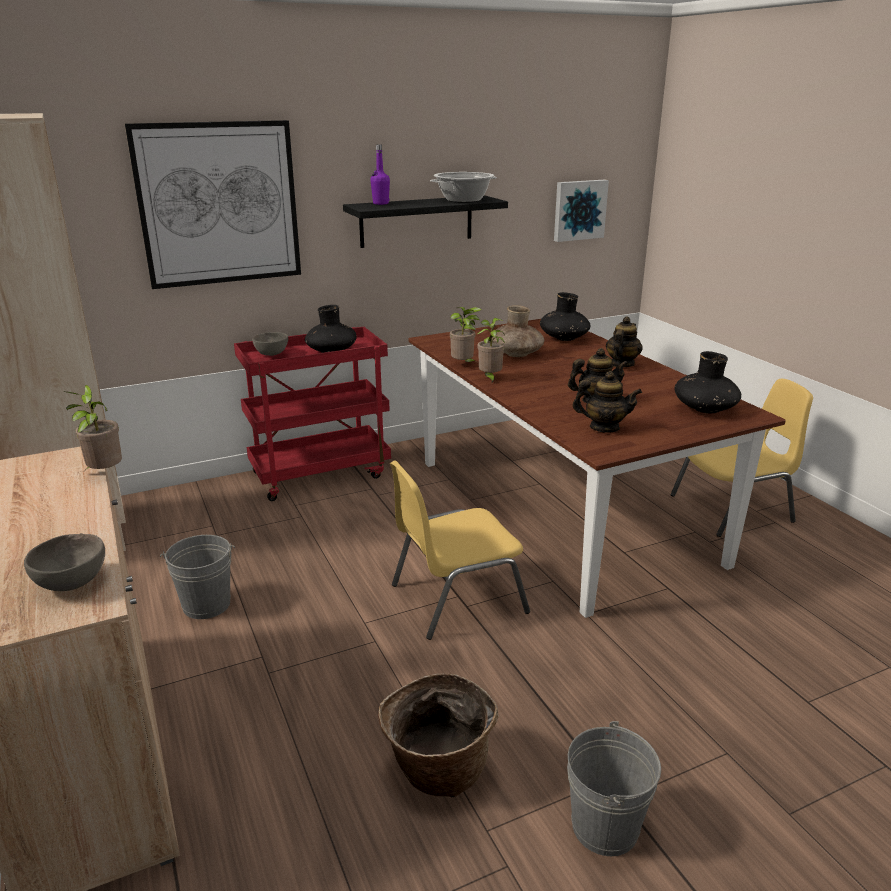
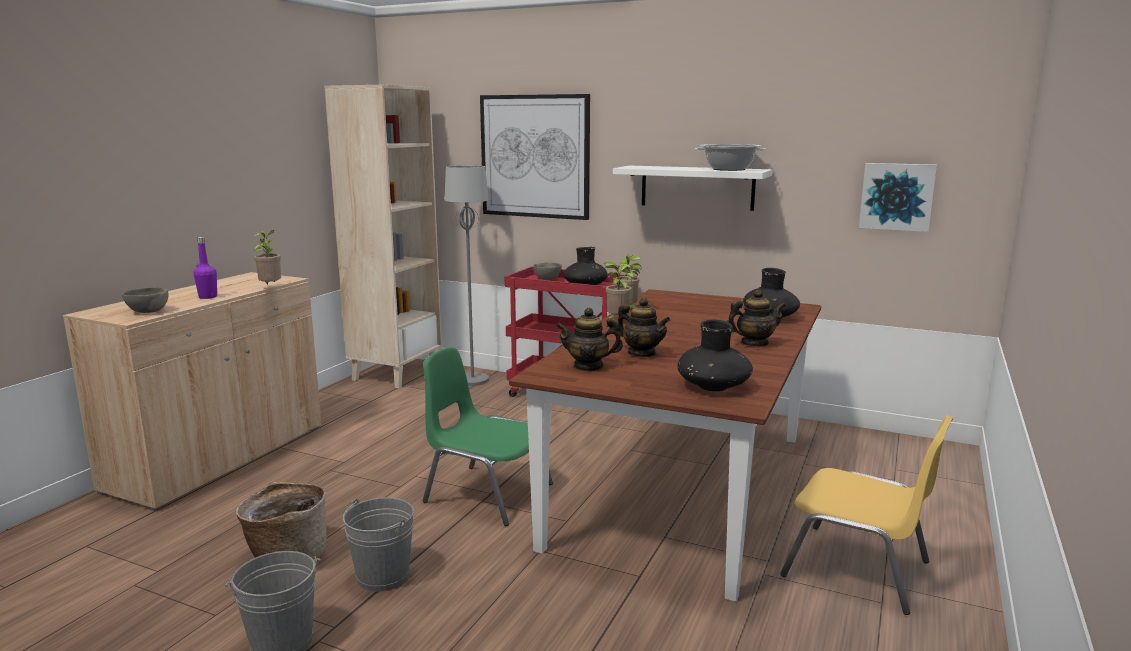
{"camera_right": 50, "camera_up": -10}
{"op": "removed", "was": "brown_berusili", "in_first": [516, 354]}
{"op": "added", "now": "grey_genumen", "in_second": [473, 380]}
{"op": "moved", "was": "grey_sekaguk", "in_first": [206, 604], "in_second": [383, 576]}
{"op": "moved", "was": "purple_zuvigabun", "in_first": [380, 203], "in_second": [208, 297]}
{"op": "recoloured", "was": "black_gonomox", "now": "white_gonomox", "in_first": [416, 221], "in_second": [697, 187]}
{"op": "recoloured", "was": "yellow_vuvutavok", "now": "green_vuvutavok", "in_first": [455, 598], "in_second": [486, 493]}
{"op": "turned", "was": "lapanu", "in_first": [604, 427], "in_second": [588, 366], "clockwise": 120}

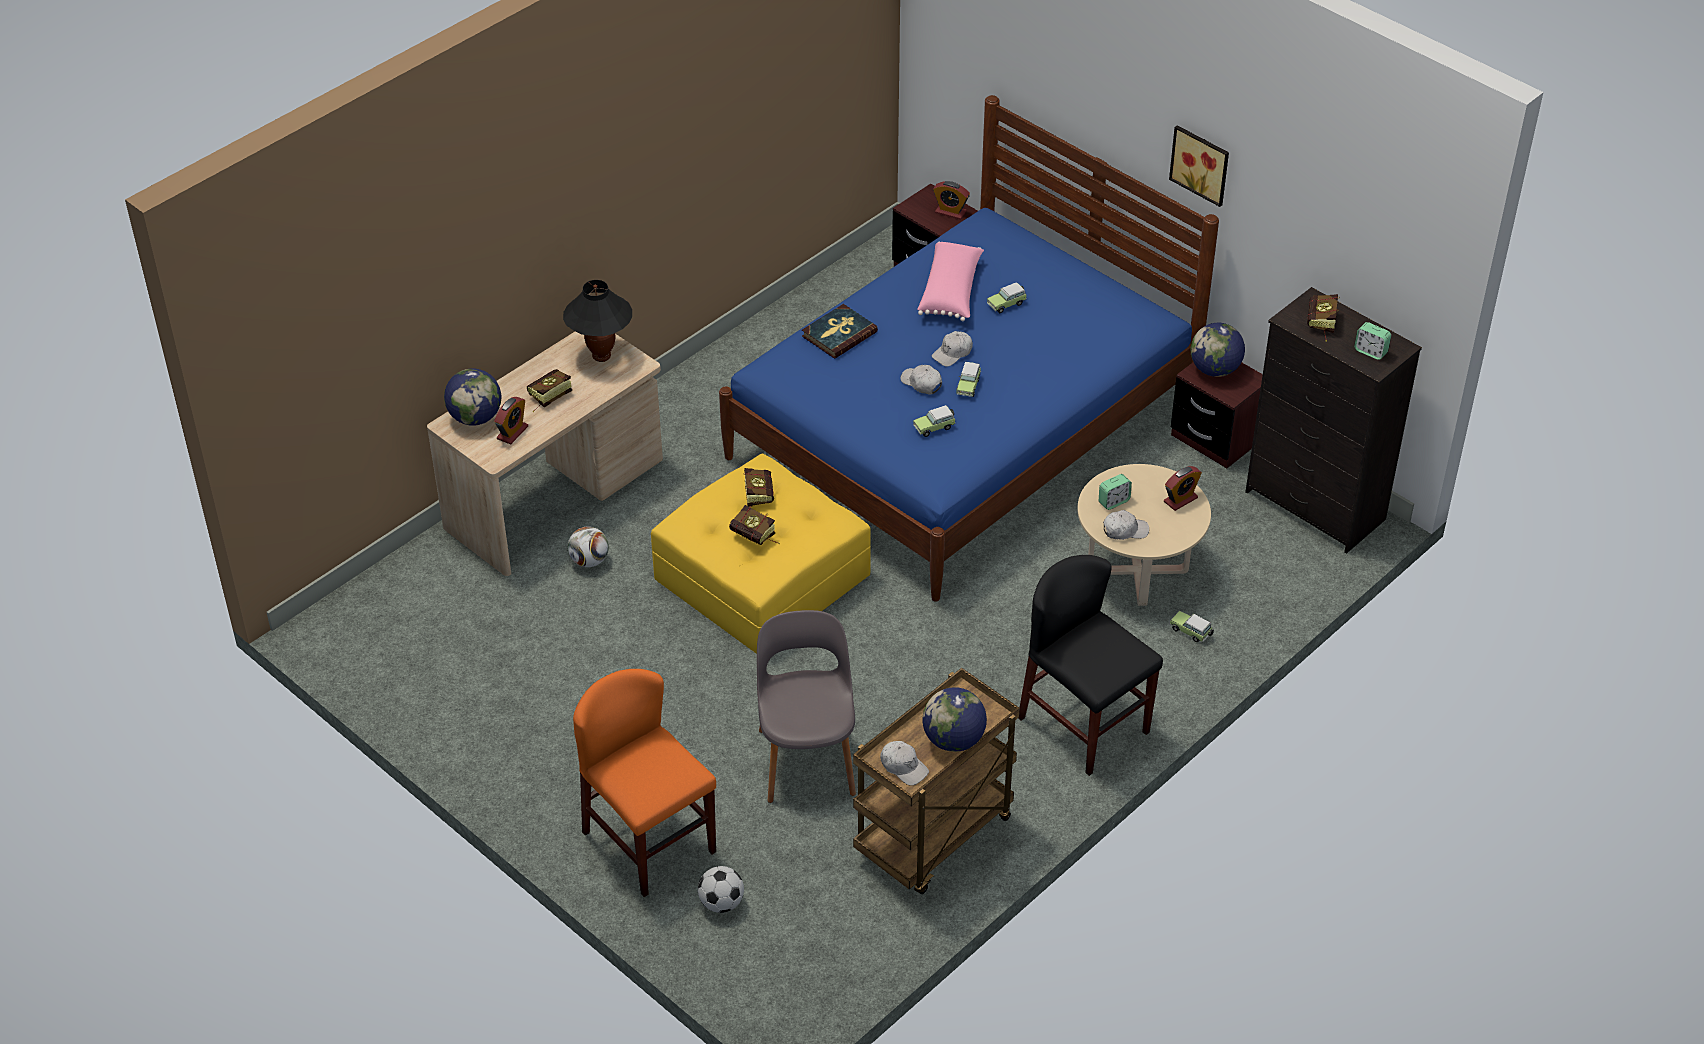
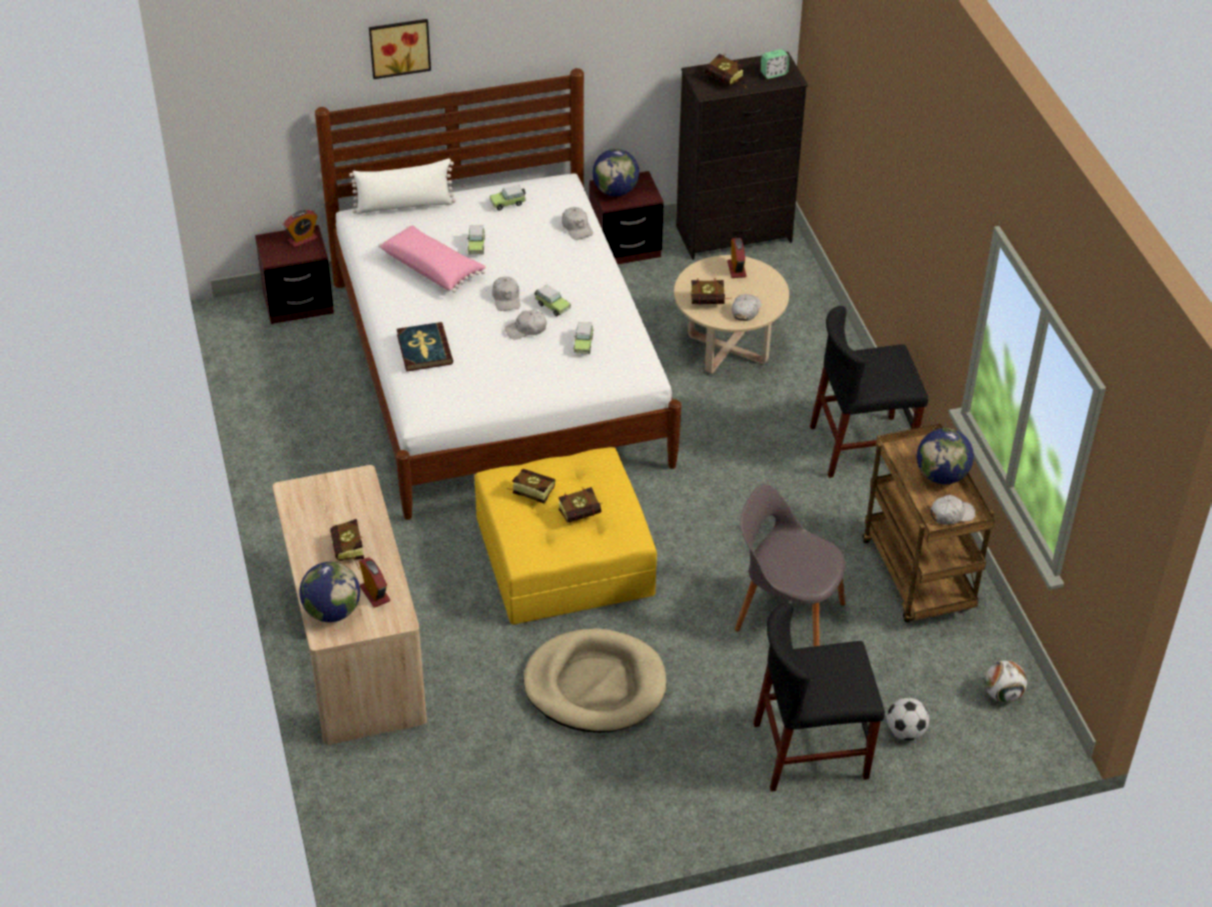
{"camera_right": -60, "camera_up": 0}
{"op": "removed", "was": "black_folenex", "in_first": [601, 356]}
{"op": "added", "now": "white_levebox", "in_second": [404, 205]}
{"op": "added", "now": "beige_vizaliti", "in_second": [595, 685]}
{"op": "added", "now": "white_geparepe", "in_second": [577, 227]}
{"op": "moved", "was": "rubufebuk", "in_first": [589, 561], "in_second": [1002, 694]}
{"op": "moved", "was": "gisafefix", "in_first": [1201, 164], "in_second": [399, 46]}
{"op": "moved", "was": "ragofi", "in_first": [1191, 632], "in_second": [509, 203]}
{"op": "replaced", "was": "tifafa", "now": "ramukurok", "in_first": [1113, 501], "in_second": [711, 302]}
{"op": "recoloured", "was": "orange_vuvutavok", "now": "black_vuvutavok", "in_first": [649, 842], "in_second": [811, 751]}
{"op": "recoloured", "was": "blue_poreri", "now": "white_poreri", "in_first": [961, 431], "in_second": [498, 371]}

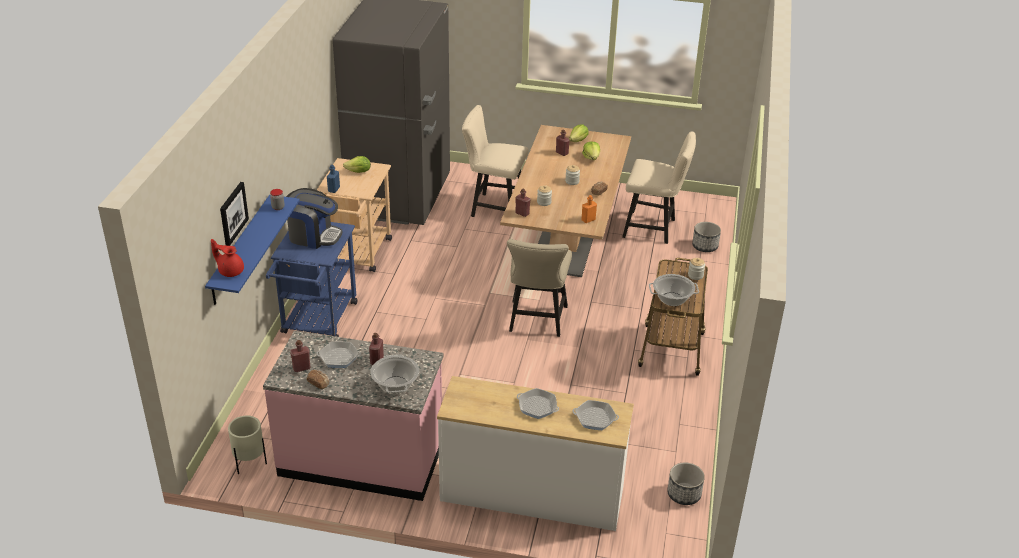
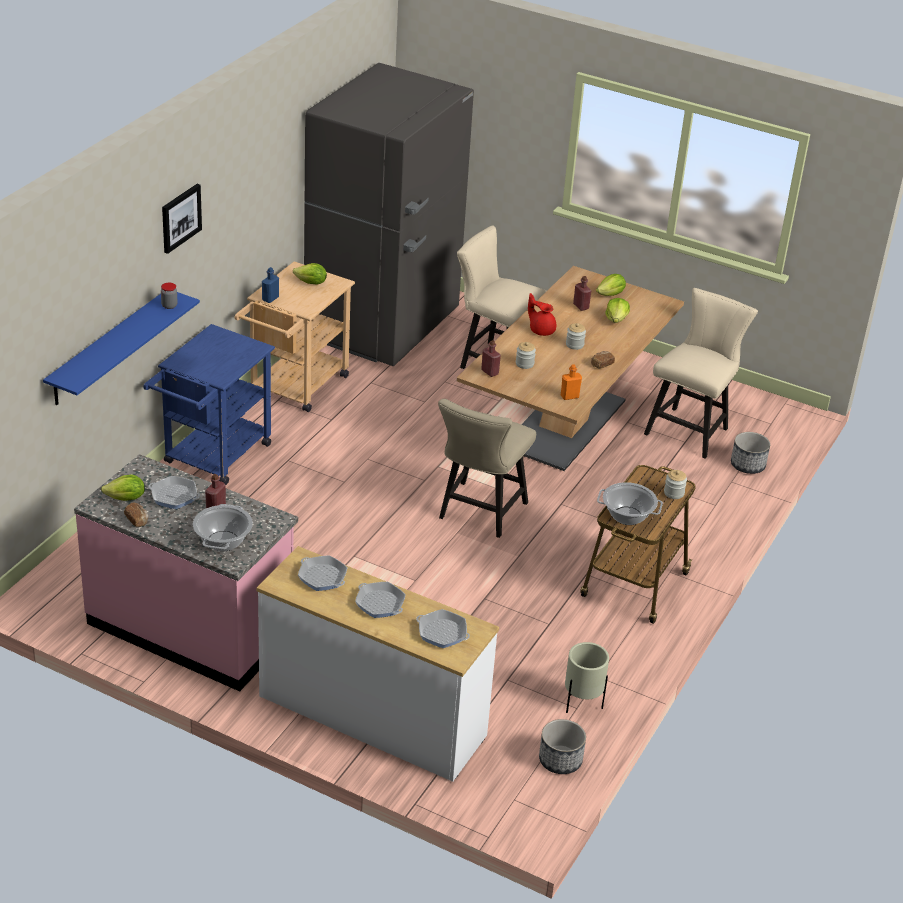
{"camera_right": 15, "camera_up": 0}
{"op": "removed", "was": "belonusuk", "in_first": [313, 236]}
{"op": "added", "now": "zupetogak", "in_second": [322, 577]}
{"op": "moved", "was": "red_lapanu", "in_first": [230, 271], "in_second": [541, 330]}
{"op": "moved", "was": "gisafefix", "in_first": [233, 213], "in_second": [180, 217]}
{"op": "moved", "was": "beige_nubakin", "in_first": [250, 464], "in_second": [582, 703]}
{"op": "replaced", "was": "red_zuvigabun", "now": "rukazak", "in_first": [301, 368], "in_second": [126, 498]}
{"op": "turned", "was": "beige_vuvutavok", "in_first": [653, 228], "in_second": [690, 429], "clockwise": -90}

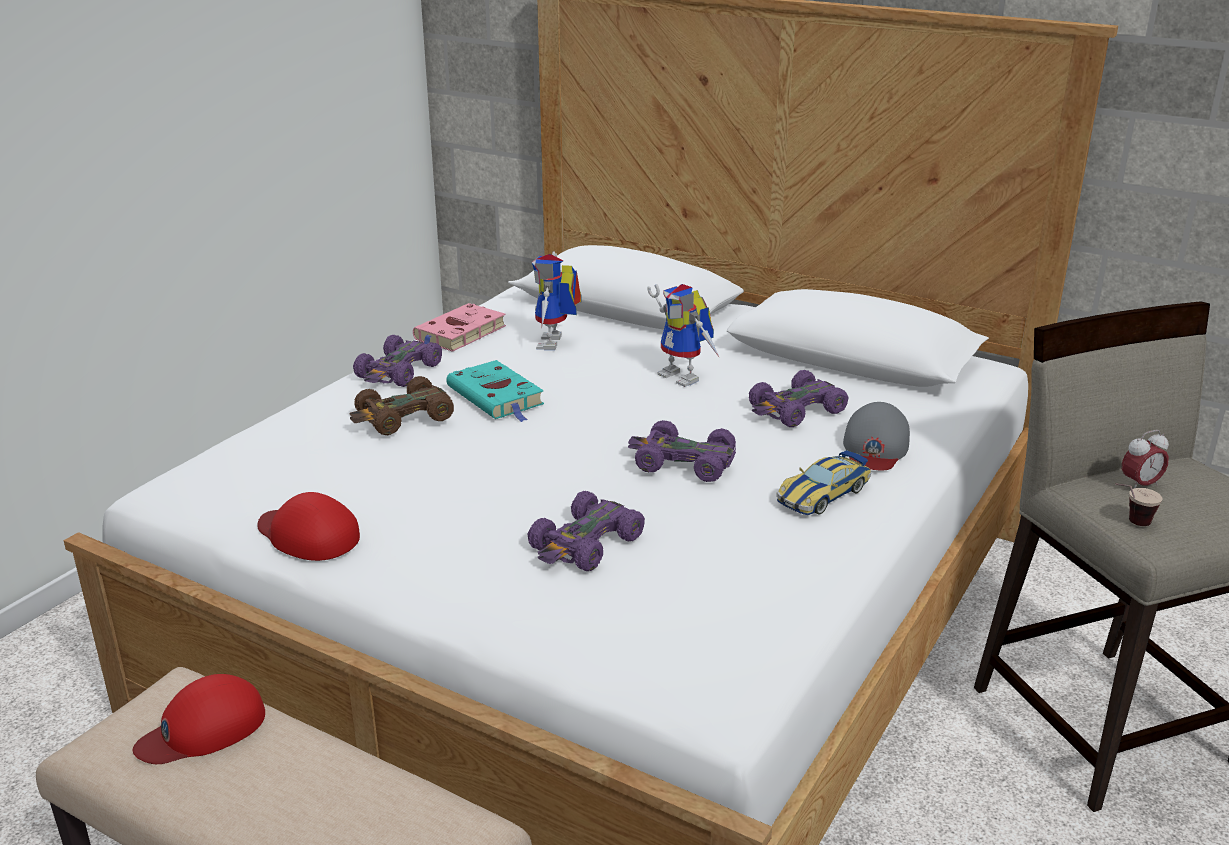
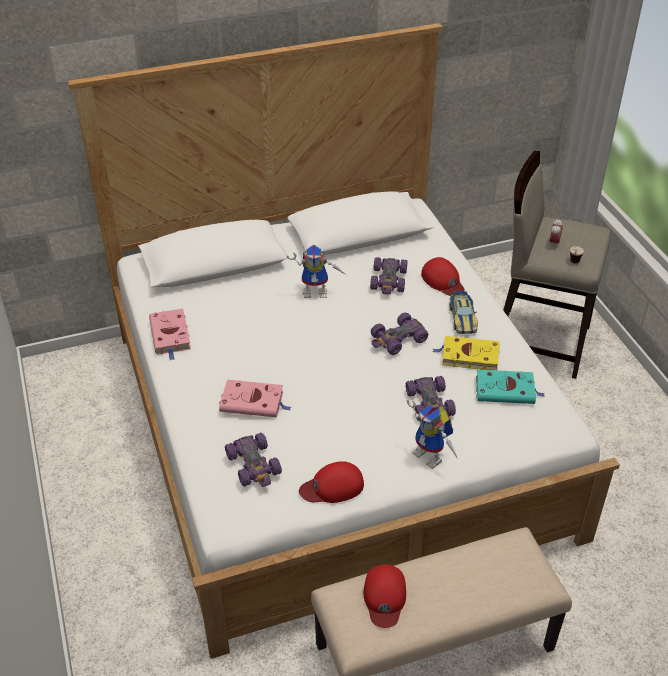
{"camera_right": -50, "camera_up": 15}
{"op": "added", "now": "yellow_ramukurok", "in_second": [468, 356]}
{"op": "moved", "was": "purple_ragofi", "in_first": [398, 372], "in_second": [254, 465]}
{"op": "moved", "was": "turquoise_ramukurok", "in_first": [497, 397], "in_second": [506, 390]}
{"op": "moved", "was": "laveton", "in_first": [555, 344], "in_second": [432, 456]}
{"op": "replaced", "was": "brown_ragofi", "now": "pink_ramukurok", "in_first": [403, 417], "in_second": [254, 402]}
{"op": "recoloured", "was": "grey_geparepe", "now": "red_geparepe", "in_first": [875, 447], "in_second": [443, 281]}

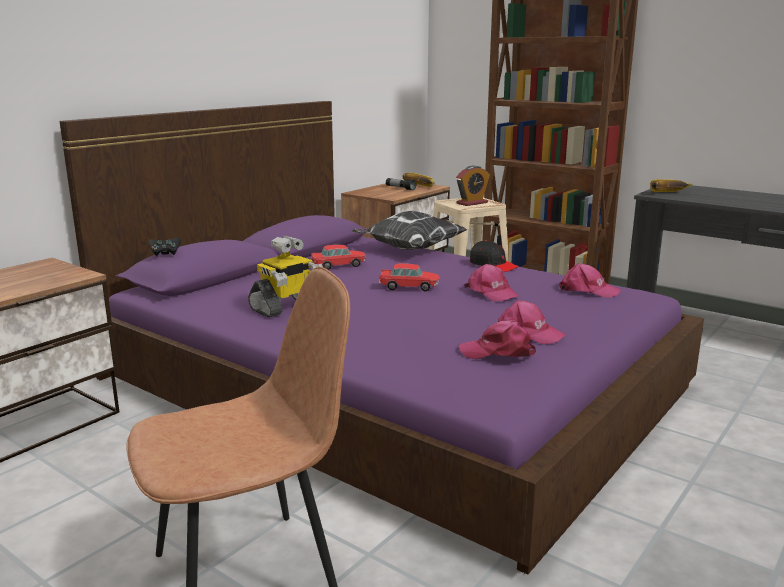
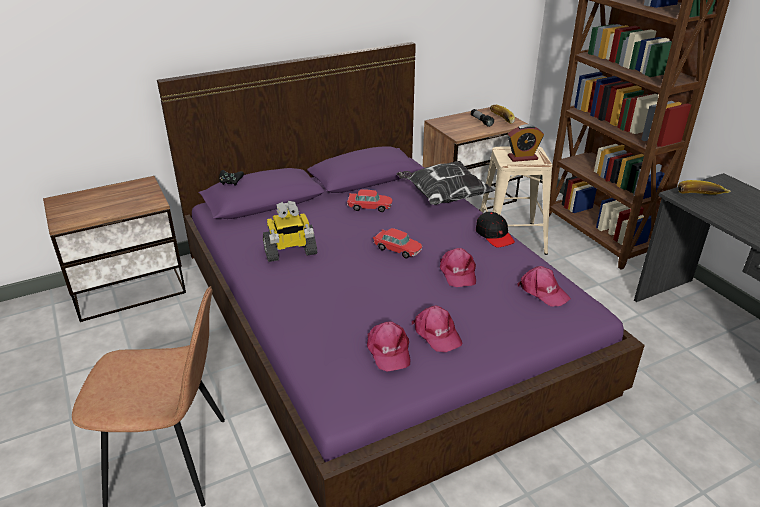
{"camera_right": 25, "camera_up": 15}
{"op": "turned", "was": "pink_geparepe", "in_first": [498, 352], "in_second": [388, 350], "clockwise": -135}

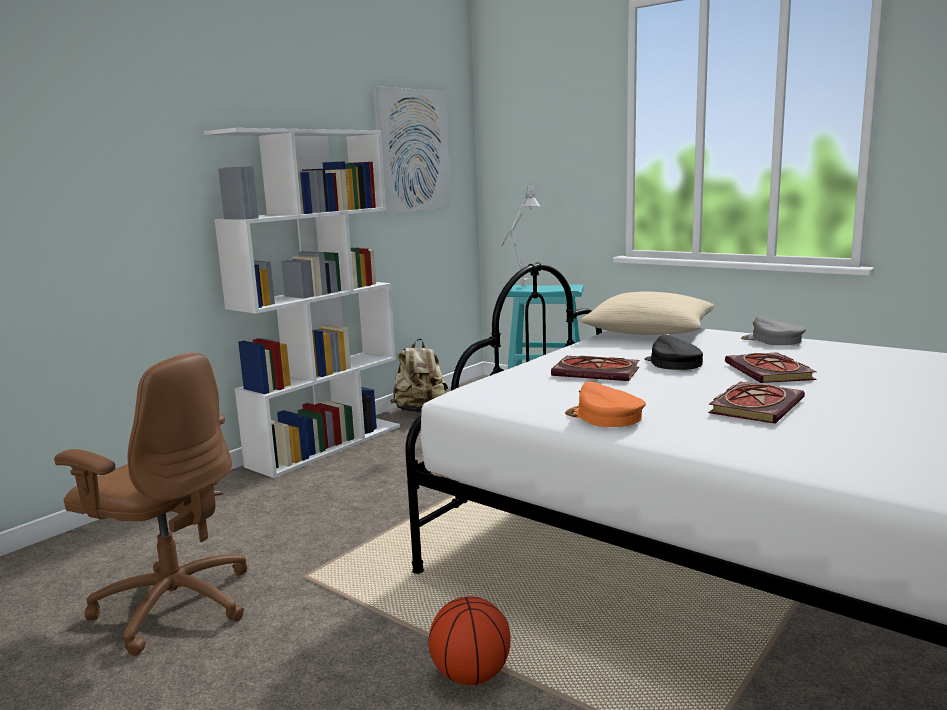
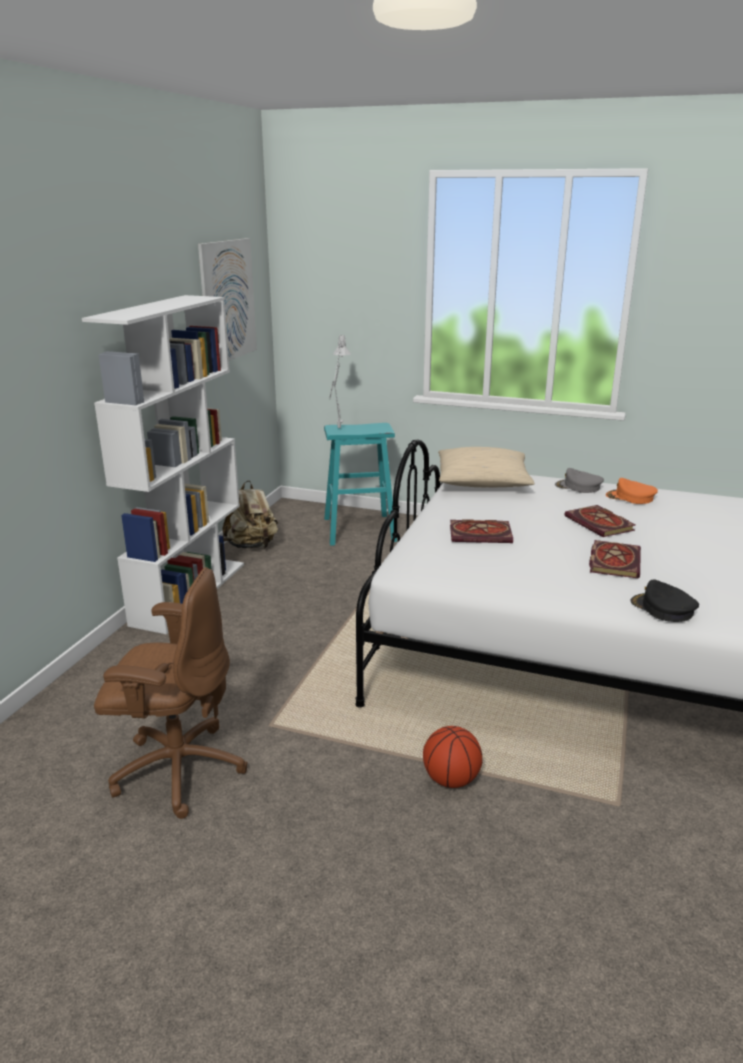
{"camera_right": -20, "camera_up": 10}
{"op": "moved", "was": "orange_geparepe", "in_first": [604, 417], "in_second": [630, 497]}
{"op": "moved", "was": "black_geparepe", "in_first": [673, 363], "in_second": [662, 608]}

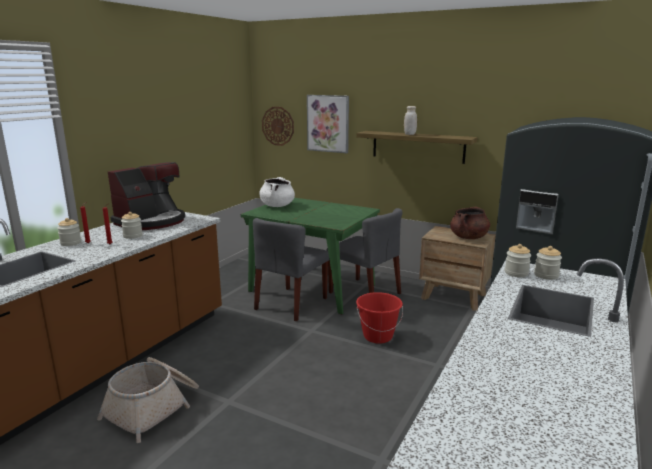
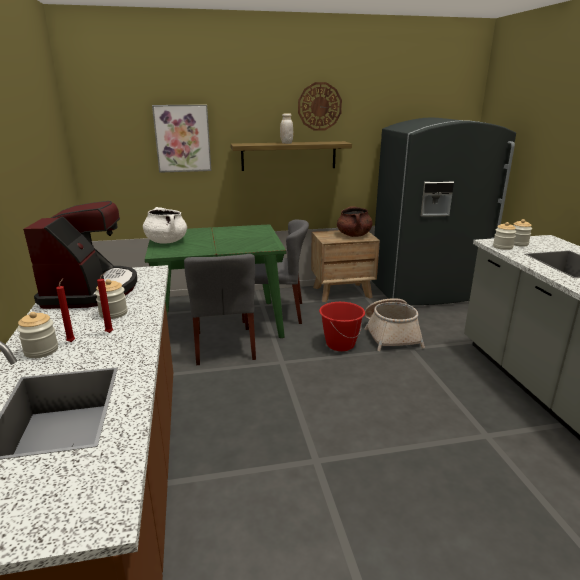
{"camera_right": -40, "camera_up": 5}
{"op": "moved", "was": "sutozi", "in_first": [154, 407], "in_second": [390, 334]}
{"op": "moved", "was": "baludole", "in_first": [278, 126], "in_second": [319, 106]}

